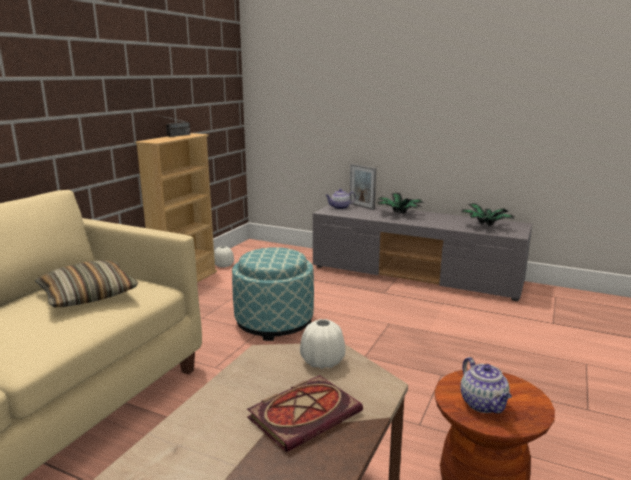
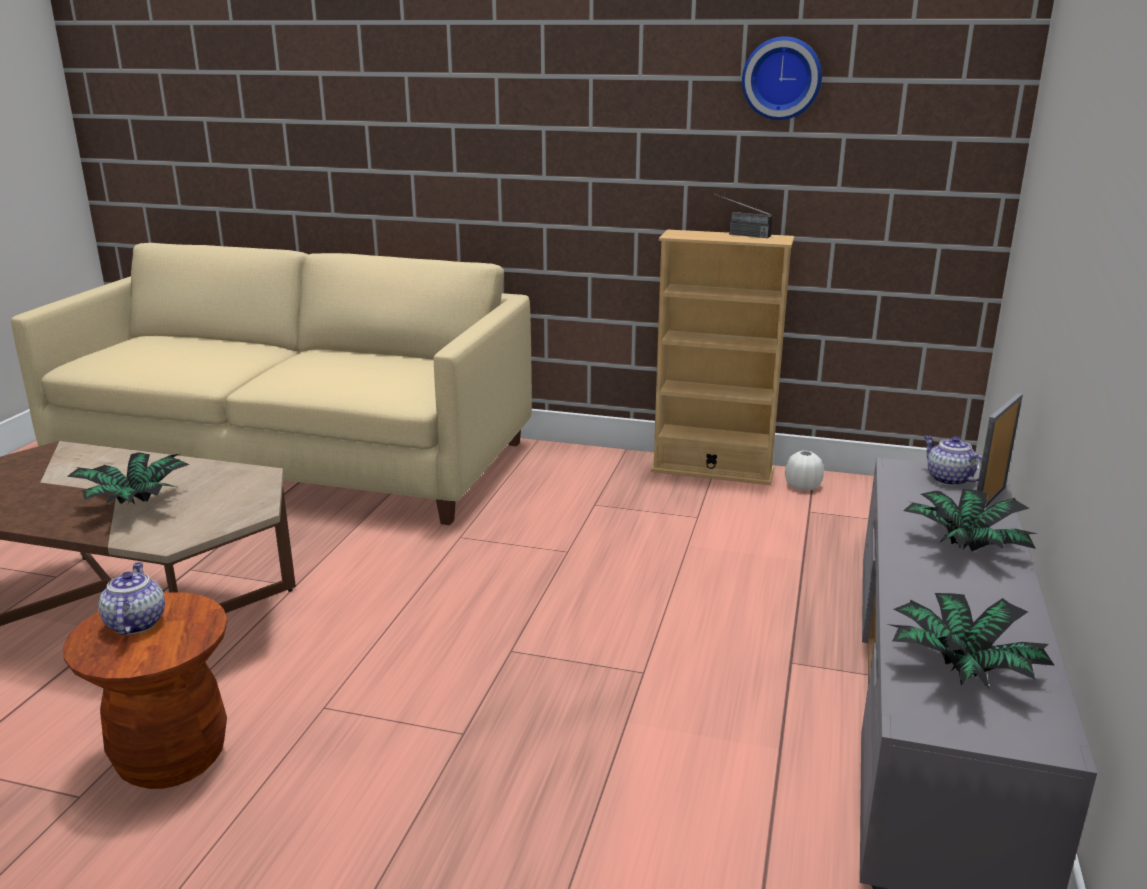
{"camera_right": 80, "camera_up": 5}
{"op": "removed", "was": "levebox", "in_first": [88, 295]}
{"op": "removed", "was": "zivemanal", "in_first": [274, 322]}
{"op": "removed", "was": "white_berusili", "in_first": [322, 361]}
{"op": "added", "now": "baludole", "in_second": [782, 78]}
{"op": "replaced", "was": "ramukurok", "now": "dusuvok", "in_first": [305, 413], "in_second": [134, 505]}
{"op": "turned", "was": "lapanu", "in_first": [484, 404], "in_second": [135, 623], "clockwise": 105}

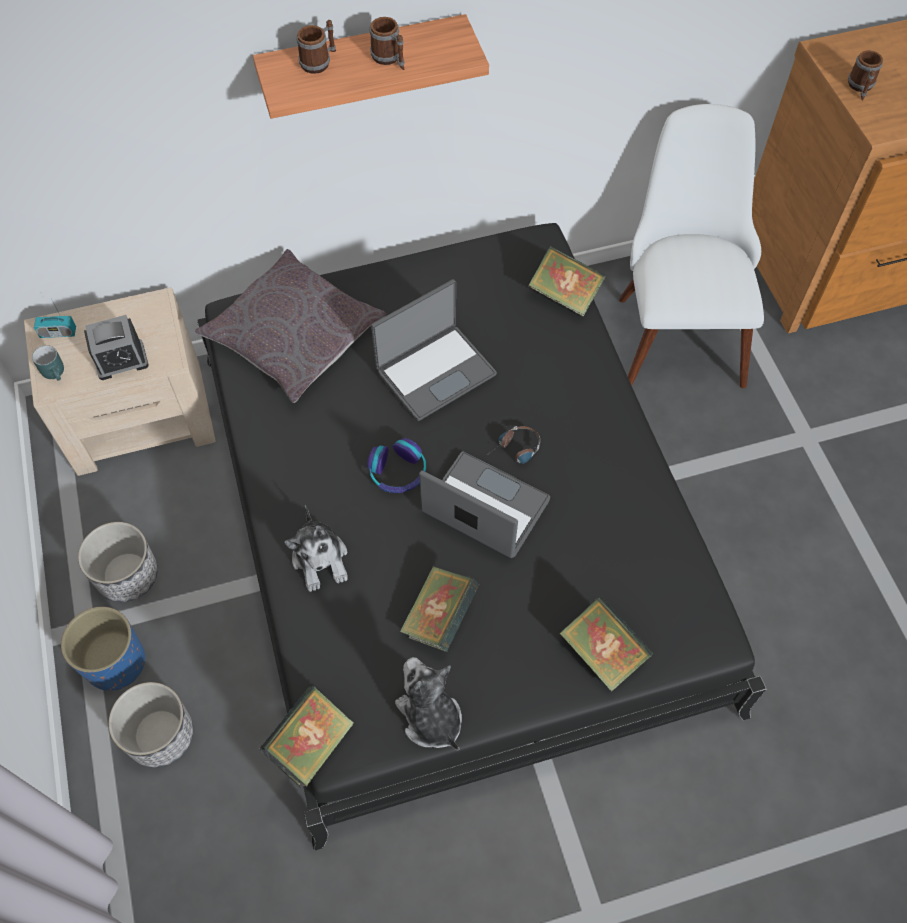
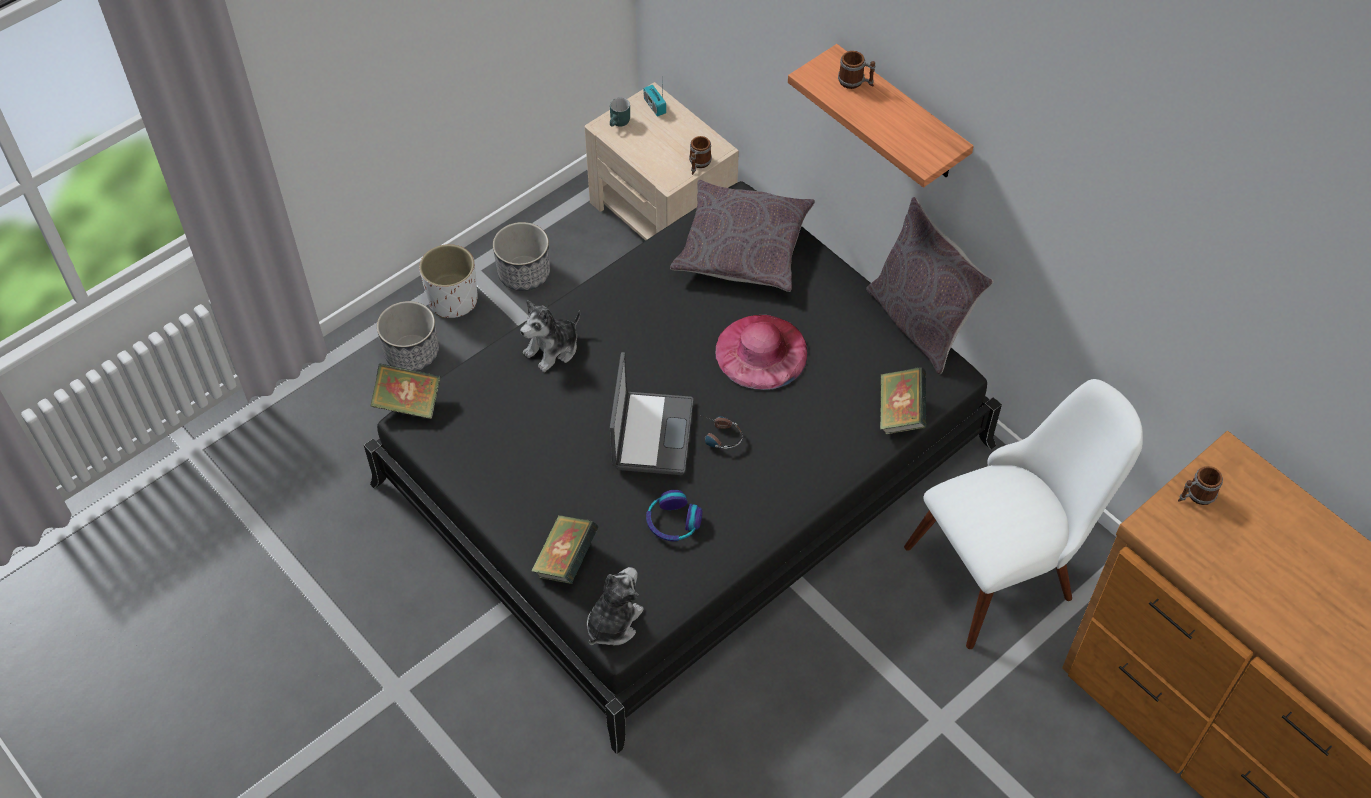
{"camera_right": 65, "camera_up": -5}
{"op": "removed", "was": "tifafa", "in_first": [121, 360]}
{"op": "removed", "was": "ramukurok", "in_first": [439, 618]}
{"op": "added", "now": "grey_levebox", "in_second": [919, 323]}
{"op": "moved", "was": "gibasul", "in_first": [398, 472], "in_second": [673, 522]}
{"op": "moved", "was": "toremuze", "in_first": [390, 59], "in_second": [698, 164]}
{"op": "moved", "was": "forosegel", "in_first": [430, 717], "in_second": [613, 622]}
{"op": "replaced", "was": "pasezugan", "now": "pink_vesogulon", "in_first": [435, 372], "in_second": [761, 351]}
{"op": "recoloured", "was": "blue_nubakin", "now": "white_nubakin", "in_first": [115, 662], "in_second": [453, 300]}

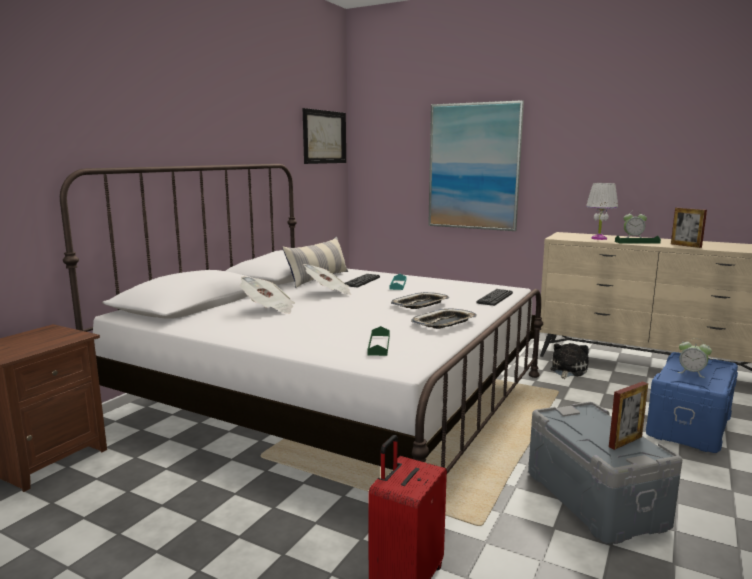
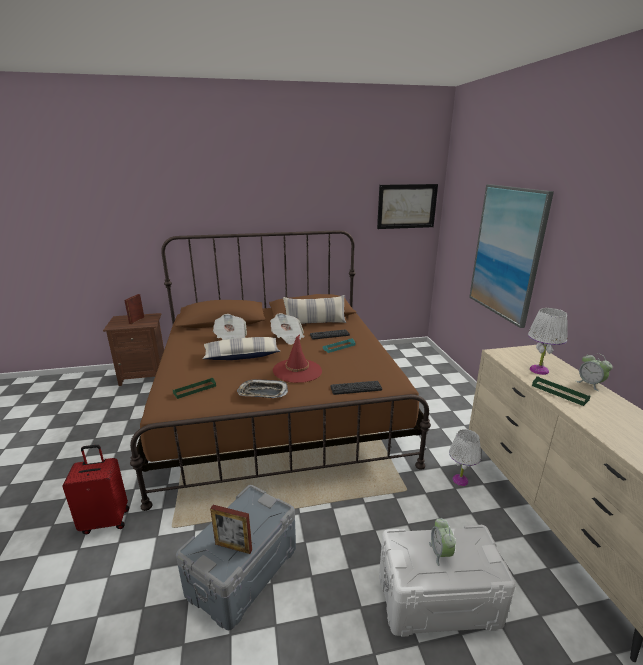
{"camera_right": 50, "camera_up": 10}
{"op": "added", "now": "levebox", "in_second": [242, 355]}
{"op": "moved", "was": "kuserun", "in_first": [686, 245], "in_second": [136, 320]}
{"op": "replaced", "was": "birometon", "now": "red_vesogulon", "in_first": [420, 305], "in_second": [297, 371]}
{"op": "replaced", "was": "forosegel", "now": "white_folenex", "in_first": [567, 370], "in_second": [460, 480]}
{"op": "recoloured", "was": "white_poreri", "now": "brown_poreri", "in_first": [334, 398], "in_second": [277, 406]}
{"op": "recoloured", "was": "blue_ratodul", "now": "white_ratodul", "in_first": [690, 426], "in_second": [438, 600]}

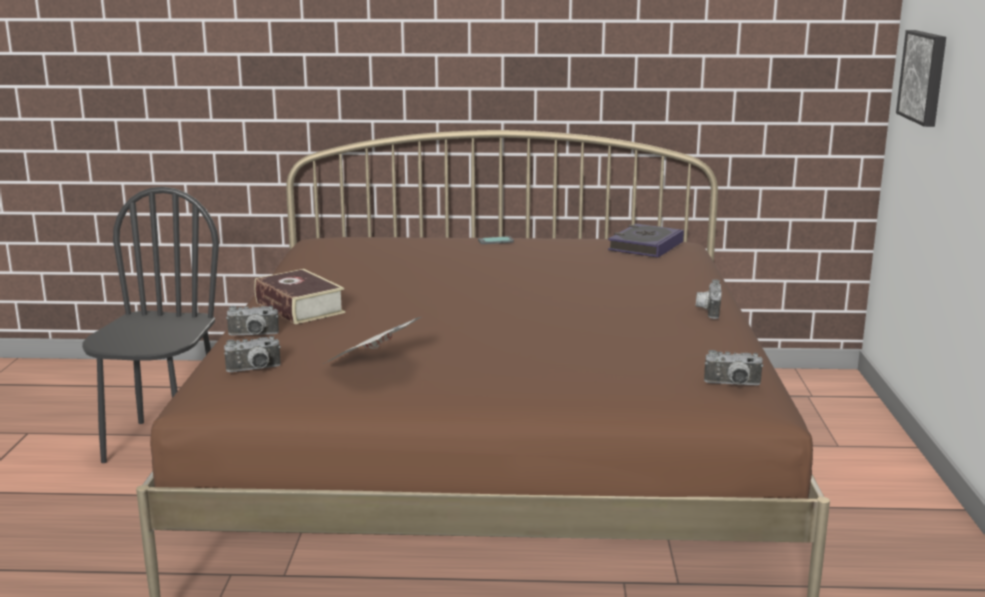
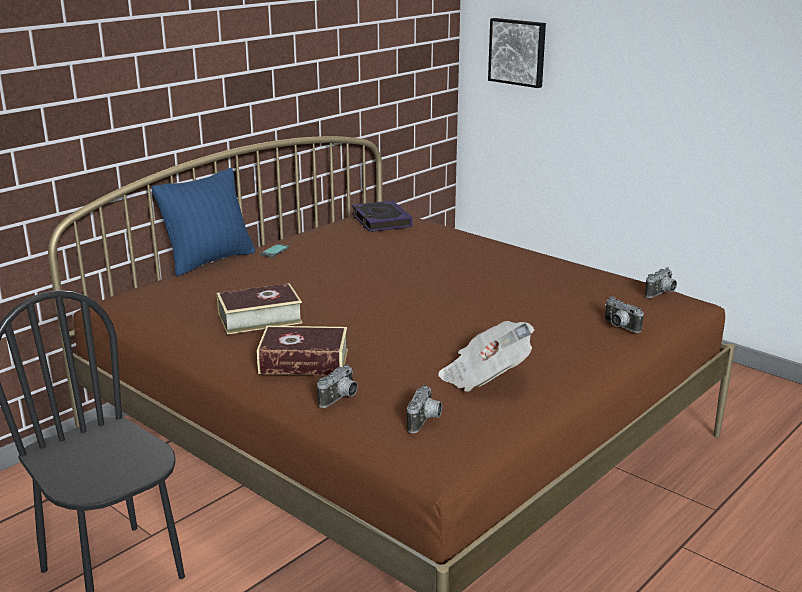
{"camera_right": -50, "camera_up": 5}
{"op": "added", "now": "blue_levebox", "in_second": [209, 261]}
{"op": "added", "now": "ramukurok", "in_second": [259, 318]}
{"op": "moved", "was": "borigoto", "in_first": [707, 311], "in_second": [619, 327]}

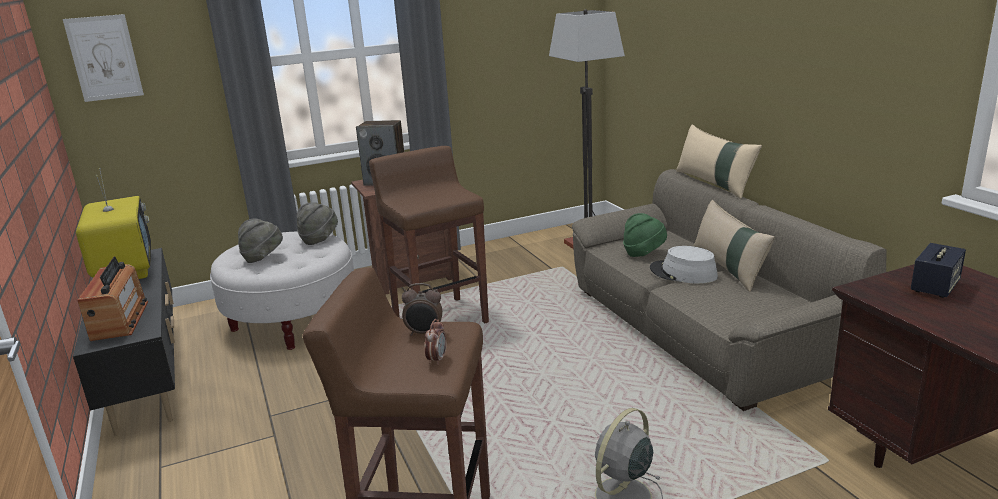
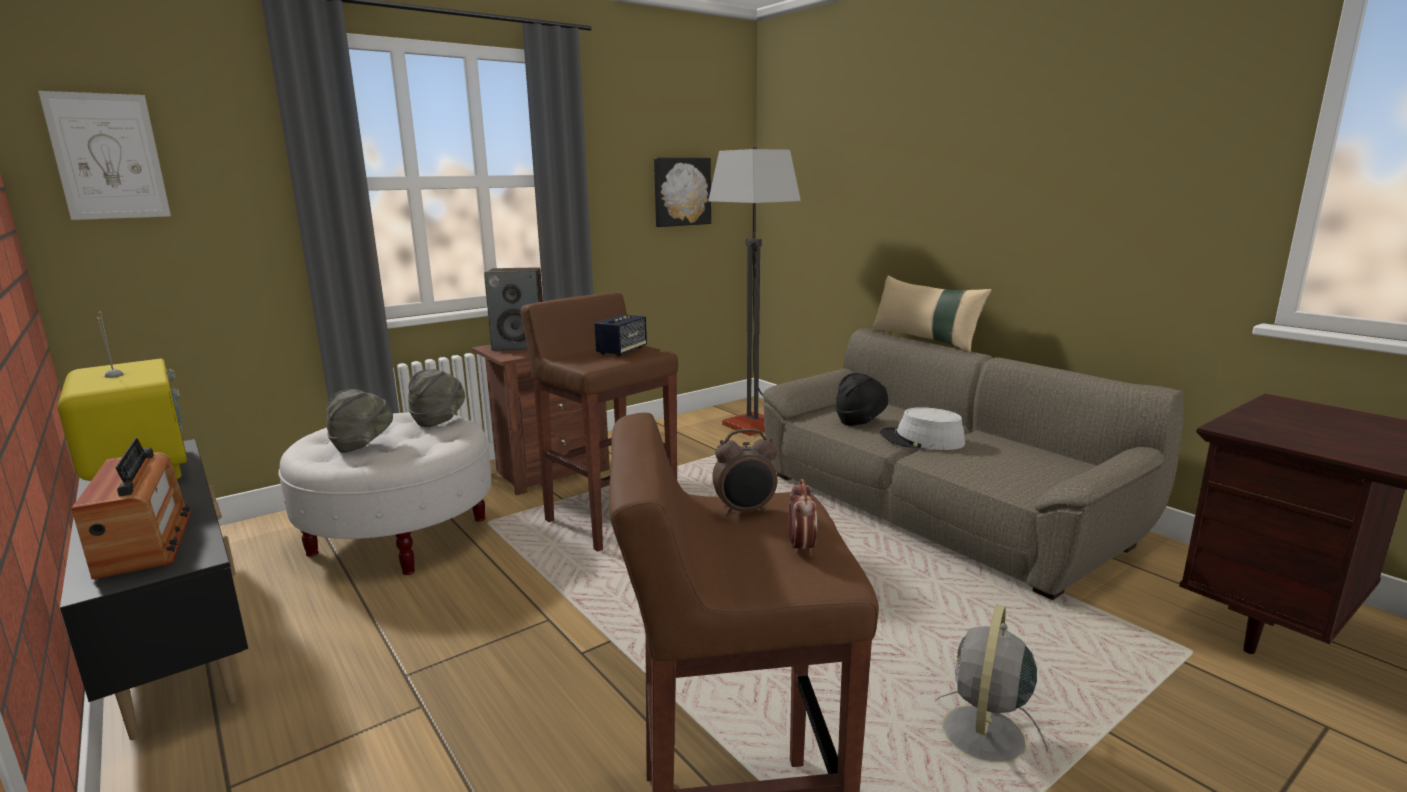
{"camera_right": -15, "camera_up": -5}
{"op": "removed", "was": "beige_levebox", "in_first": [729, 268]}
{"op": "added", "now": "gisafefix", "in_second": [681, 192]}
{"op": "moved", "was": "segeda", "in_first": [935, 287], "in_second": [622, 351]}
{"op": "recoloured", "was": "green_vesogulon", "now": "black_vesogulon", "in_first": [644, 253], "in_second": [860, 422]}

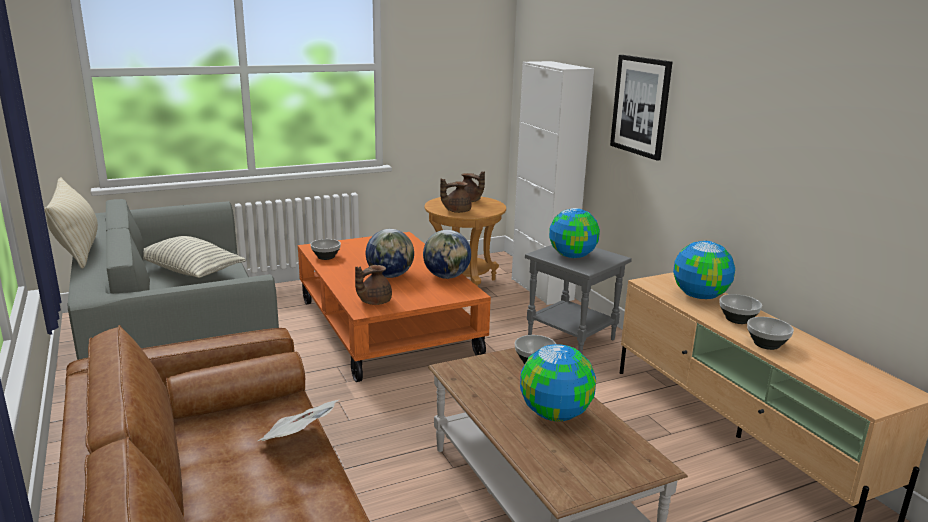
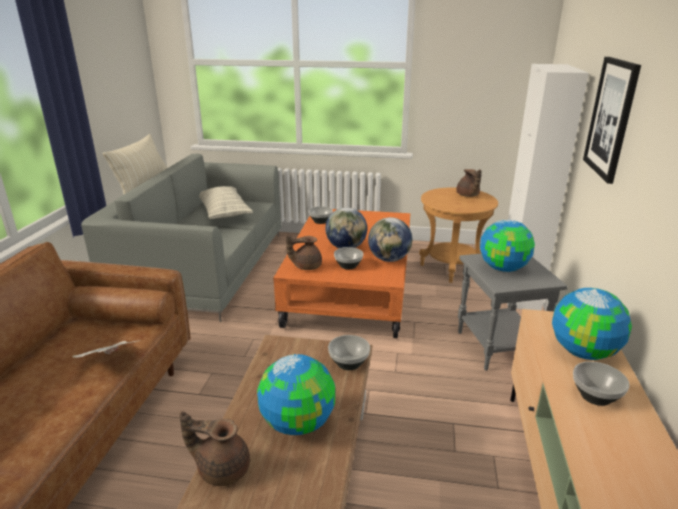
{"camera_right": 35, "camera_up": 5}
{"op": "moved", "was": "brown_lapanu", "in_first": [456, 211], "in_second": [222, 468]}
{"op": "moved", "was": "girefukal", "in_first": [766, 344], "in_second": [348, 266]}

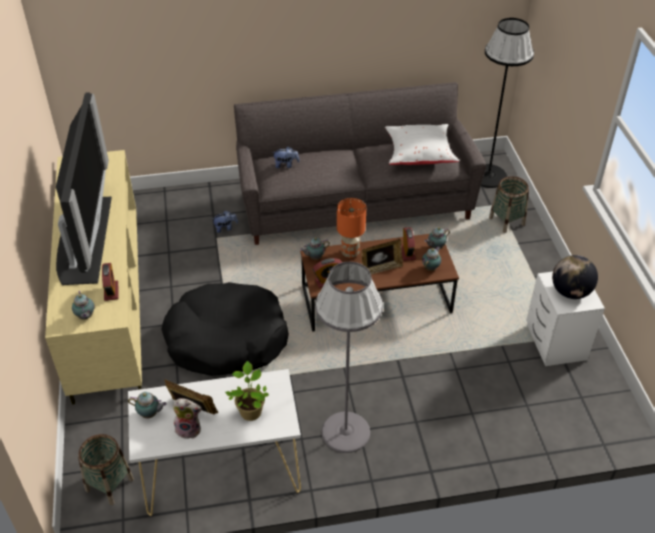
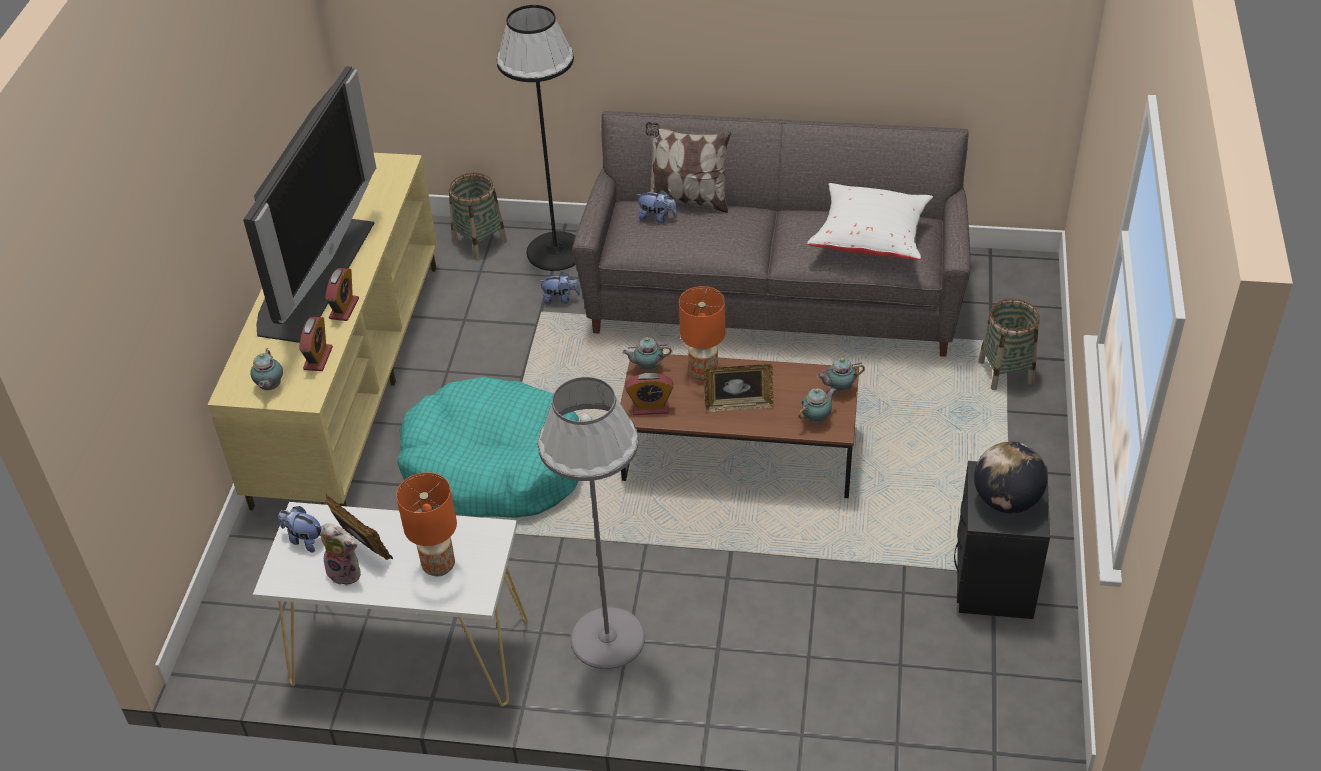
{"camera_right": 20, "camera_up": 0}
{"op": "added", "now": "levebox", "in_second": [687, 200]}
{"op": "moved", "was": "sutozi", "in_first": [109, 485], "in_second": [479, 242]}
{"op": "moved", "was": "tifafa", "in_first": [407, 253], "in_second": [344, 308]}
{"op": "moved", "was": "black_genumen", "in_first": [488, 176], "in_second": [556, 251]}
{"op": "replaced", "was": "lapanu", "now": "forosegel", "in_first": [150, 414], "in_second": [304, 540]}
{"op": "replaced", "was": "dusuvok", "now": "orange_folenex", "in_first": [250, 411], "in_second": [438, 566]}
{"op": "recoloured", "was": "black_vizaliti", "now": "turquoise_vizaliti", "in_first": [226, 339], "in_second": [494, 465]}
{"op": "recoloured", "was": "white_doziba", "now": "black_doziba", "in_first": [555, 343], "in_second": [992, 581]}

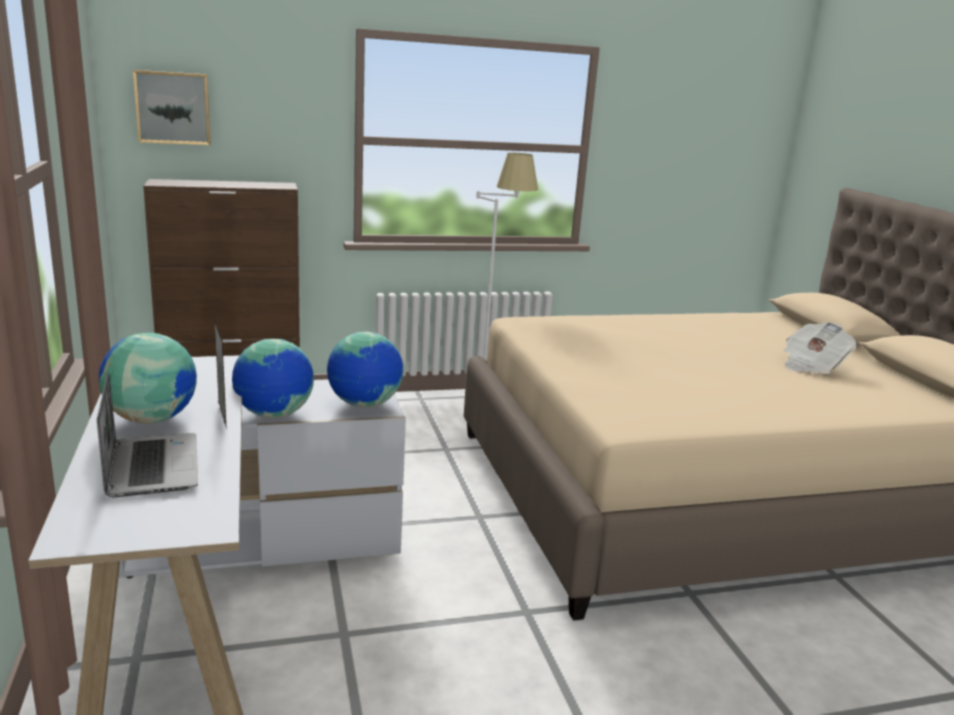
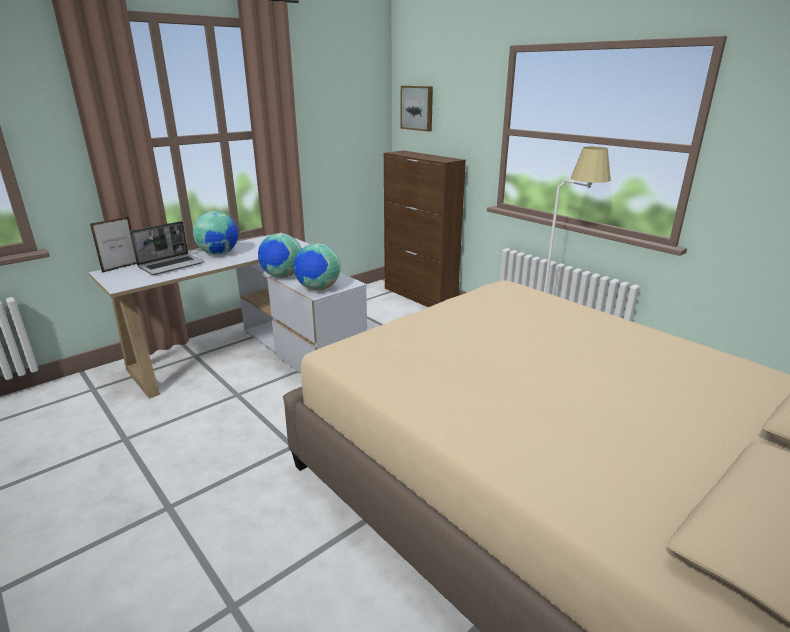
{"camera_right": 65, "camera_up": 5}
{"op": "removed", "was": "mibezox", "in_first": [812, 365]}
{"op": "moved", "was": "kuserun", "in_first": [222, 415], "in_second": [121, 268]}

